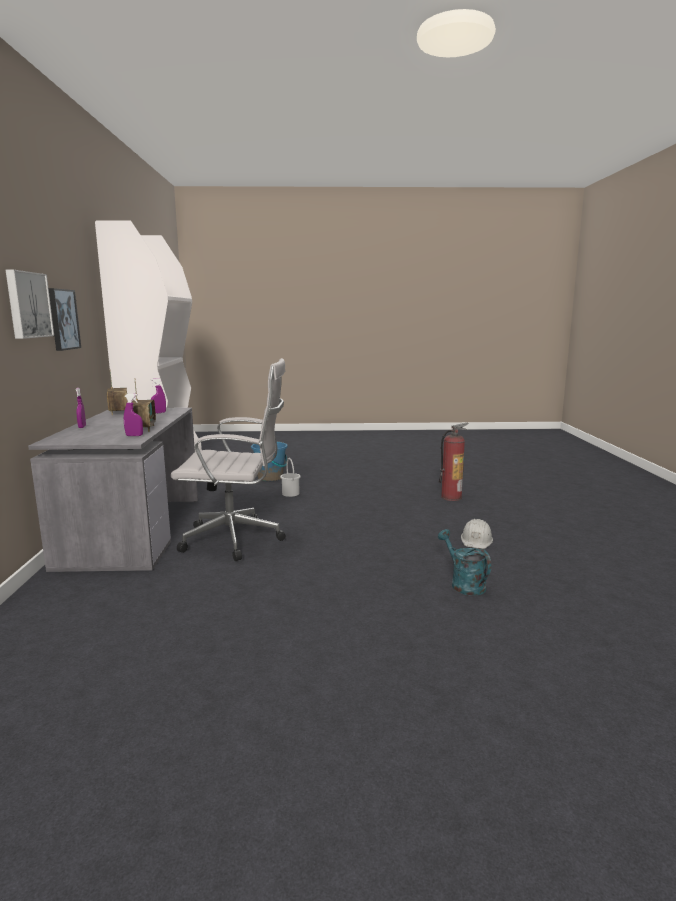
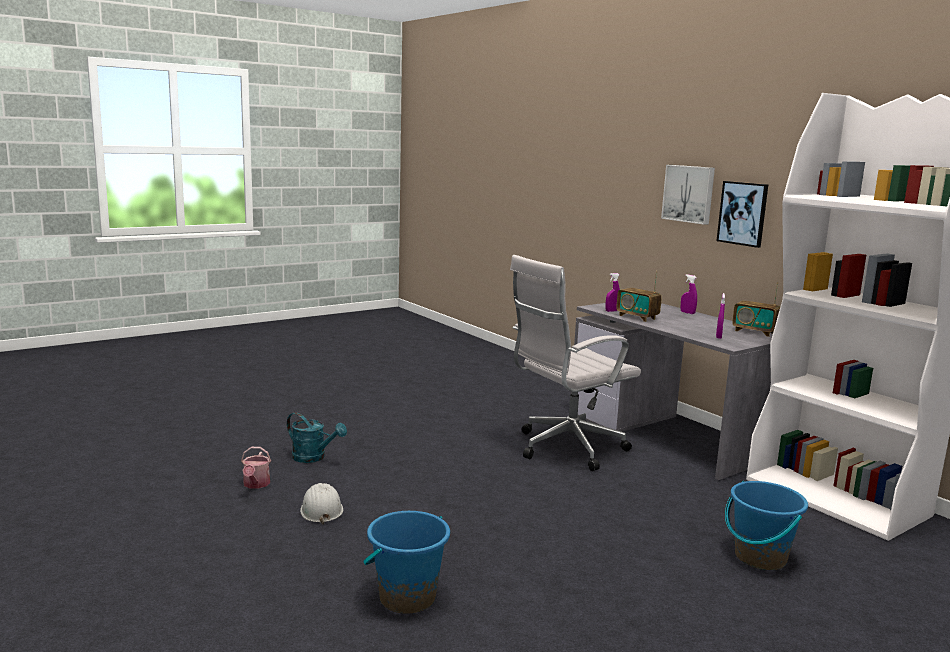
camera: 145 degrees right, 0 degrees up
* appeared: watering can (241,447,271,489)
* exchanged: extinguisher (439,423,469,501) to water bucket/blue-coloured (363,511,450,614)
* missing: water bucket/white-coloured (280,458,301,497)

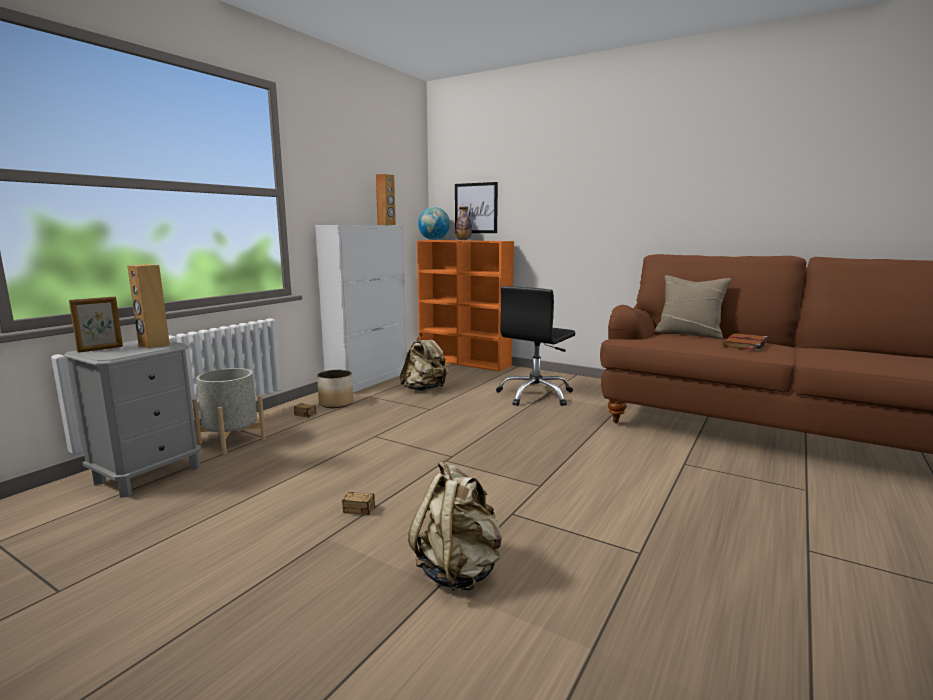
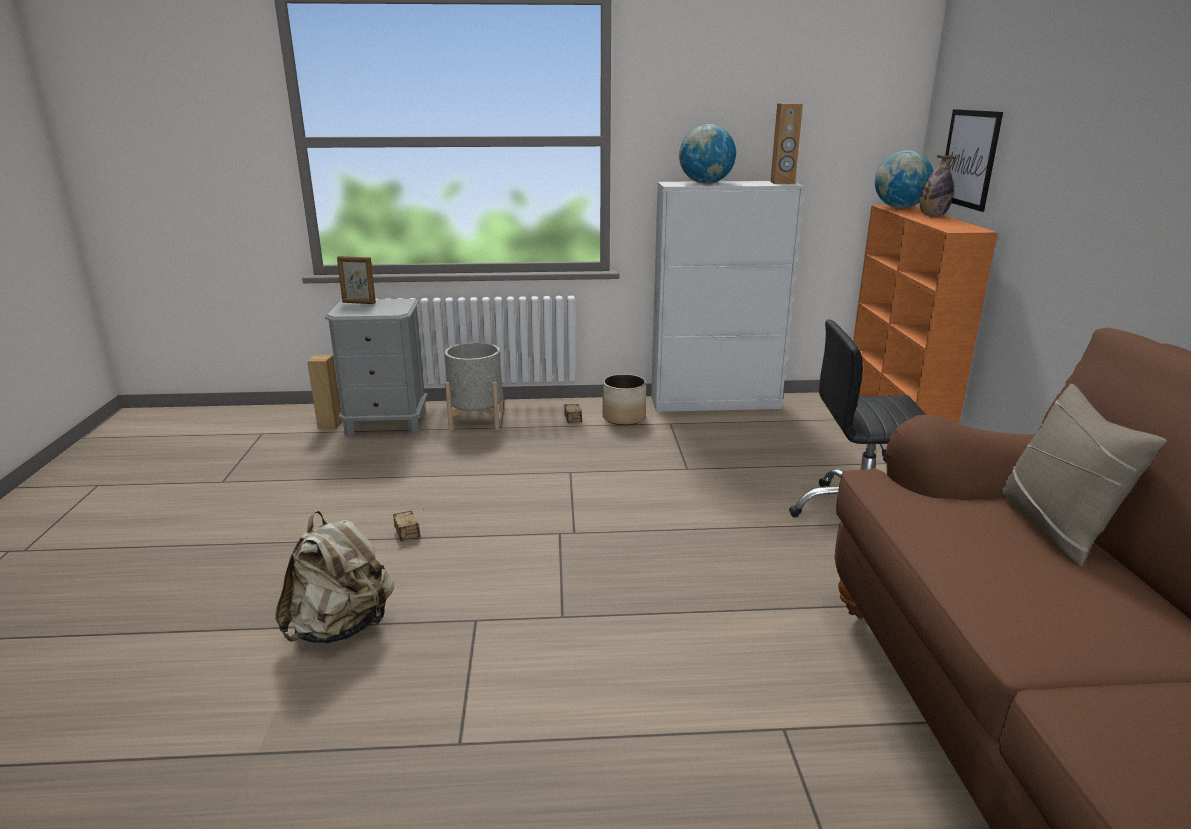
camera: 55 degrees right, 10 degrees up
* relocated: speaker/brownish (127,264,170,349) to (307,355,342,429)
* appeared: world globe (679,124,736,184)
* missing: knapsack/beige-coloured (400,333,449,390)
* missing: bound book/brownish (723,333,767,351)

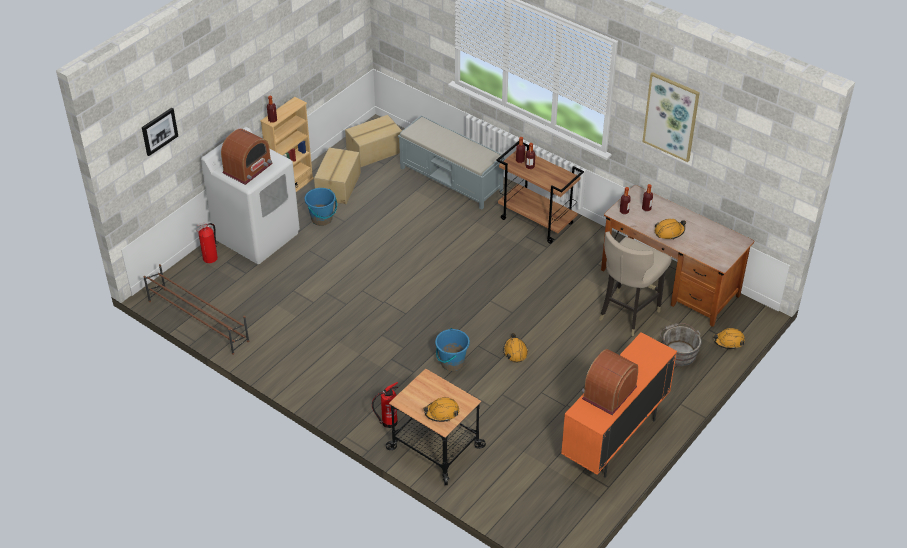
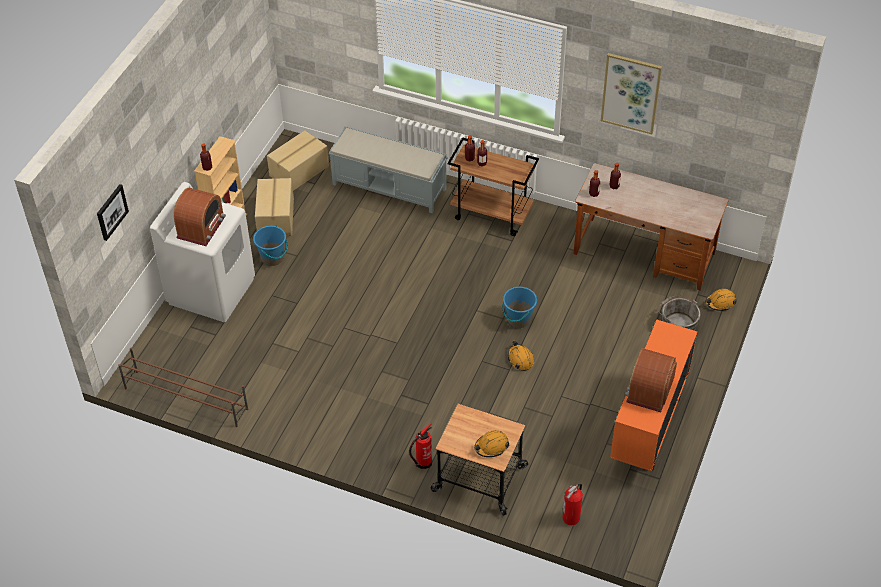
camera: 15 degrees left, 5 degrees up
* relocated: water bucket/blue-coloured (435,328,470,371) to (502,286,537,328)
* relocated: extinguisher (196,223,218,263) to (563,483,583,525)
* missing: sitting stool/beige-coloured (599,232,672,336)
* missing: safety helmet/orangey (655,219,686,240)

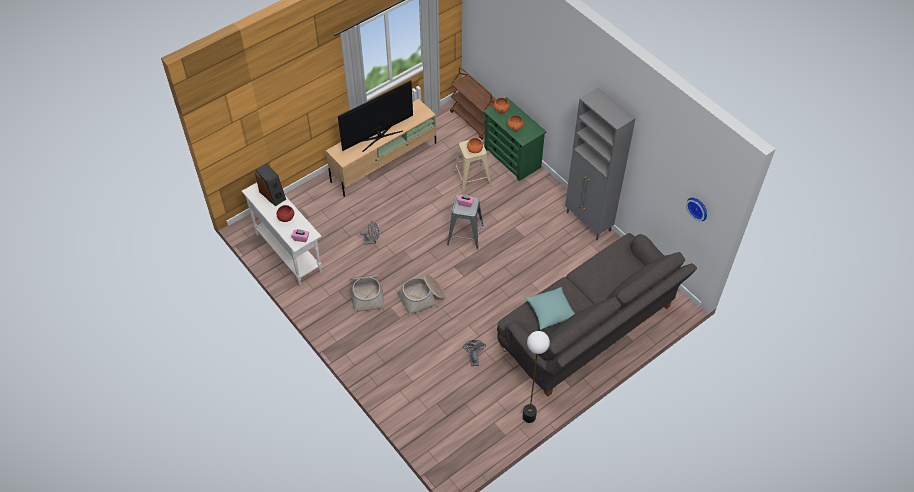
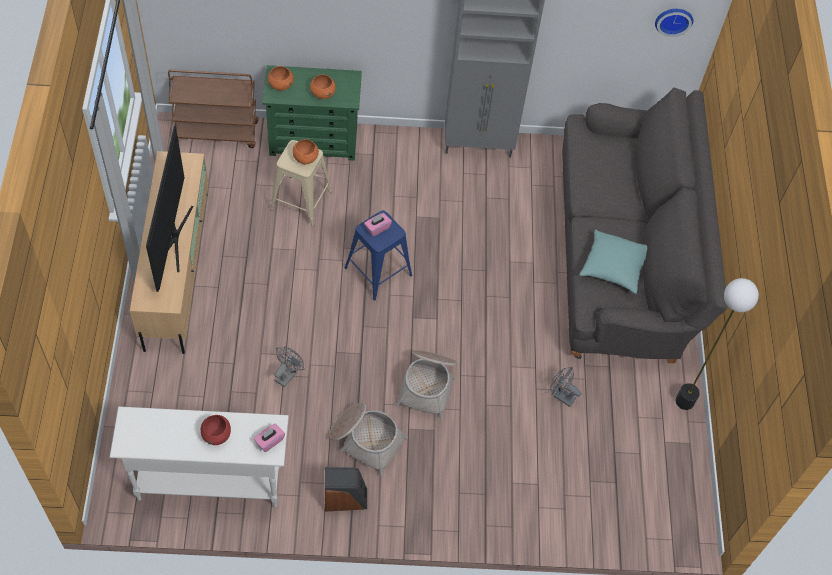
camera: 55 degrees left, 5 degrees up
* relocated: speaker (255,163,286,206) to (325,467,367,512)
* colour: sitting stool/greyish (447,195,483,250) to sitting stool/blue-coloured (345,211,412,301)

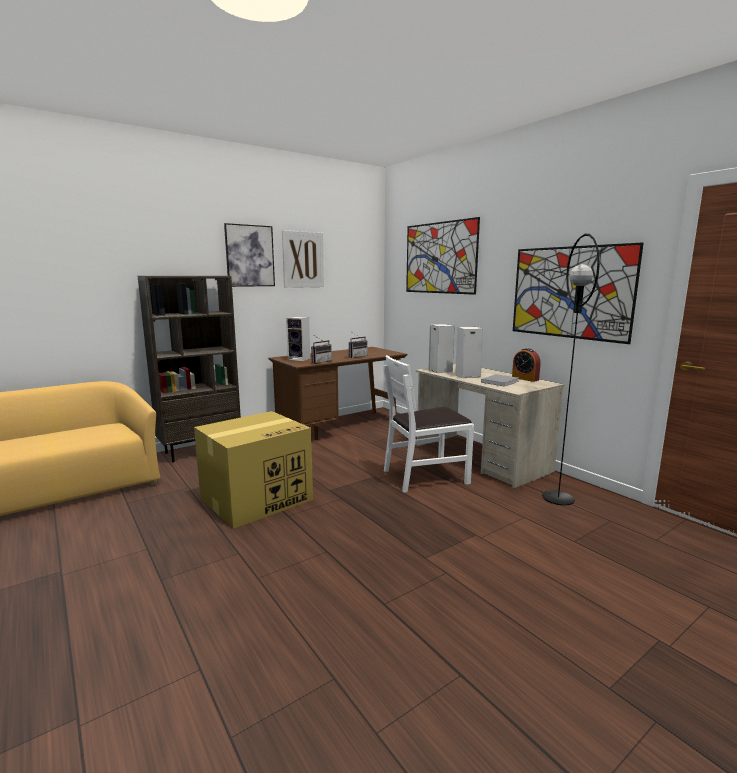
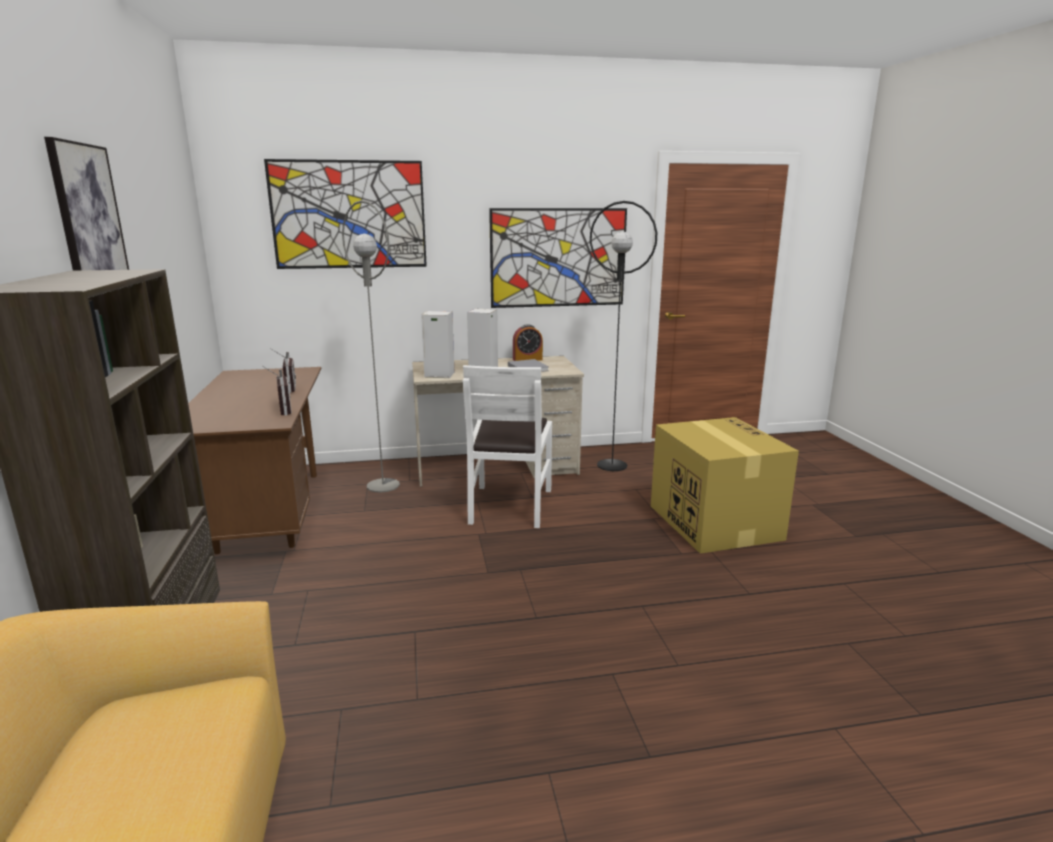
camera: 65 degrees left, 5 degrees up
* appeared: floor lamp/greyish (342,200,400,492)
* relocated: carton (194,411,313,529) to (651,417,799,554)
* missing: wall picture (282,230,324,288)
* missing: speaker (286,317,310,361)

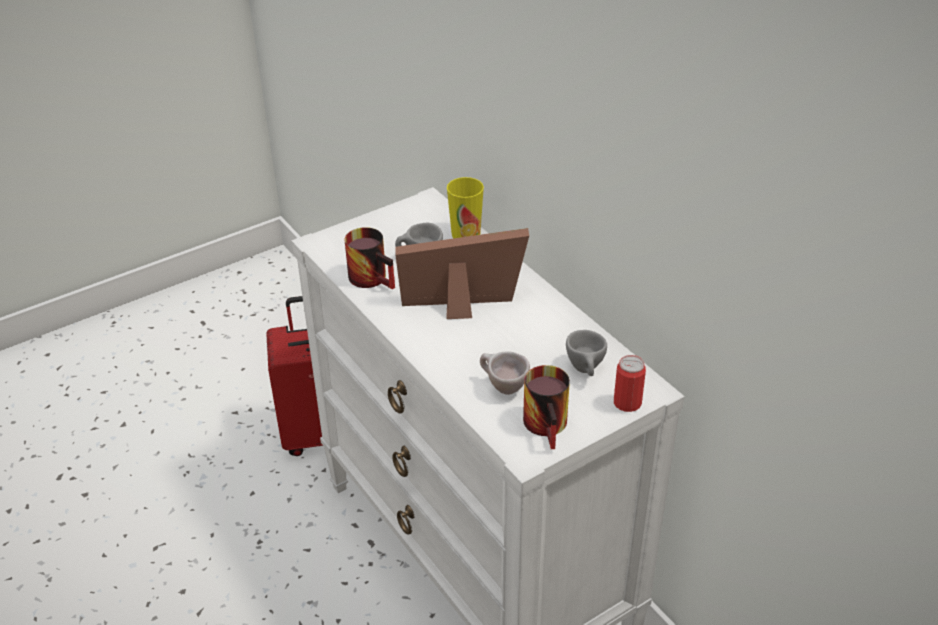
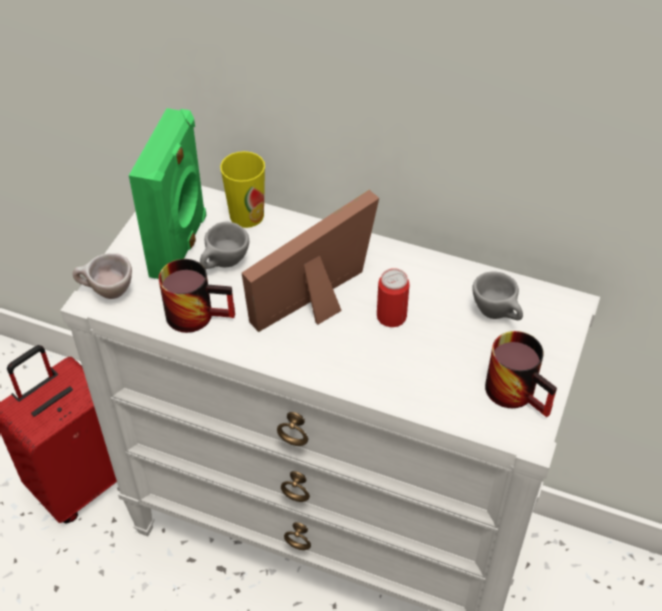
camera: 35 degrees left, 10 degrees up
* relocated: small cup/beige-coloured (480,351,530,395) to (73,253,132,299)
* appeared: speaker/green (129,108,206,279)
* relocated: can (614,355,646,412) to (377,268,410,327)

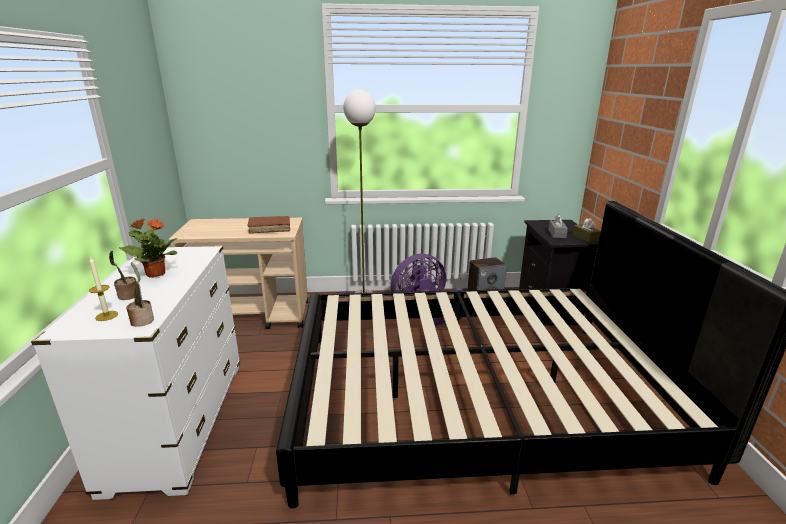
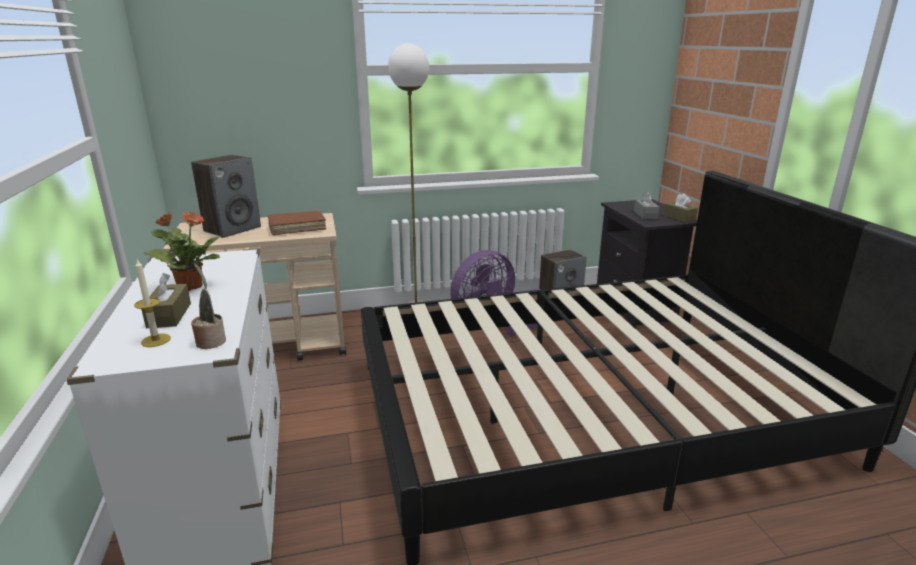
camera: 10 degrees left, 0 degrees up
* exchanged: potted plant (109,251,136,300) to tissue holder/brownish (141,273,191,328)
* appeared: speaker (191,155,261,238)

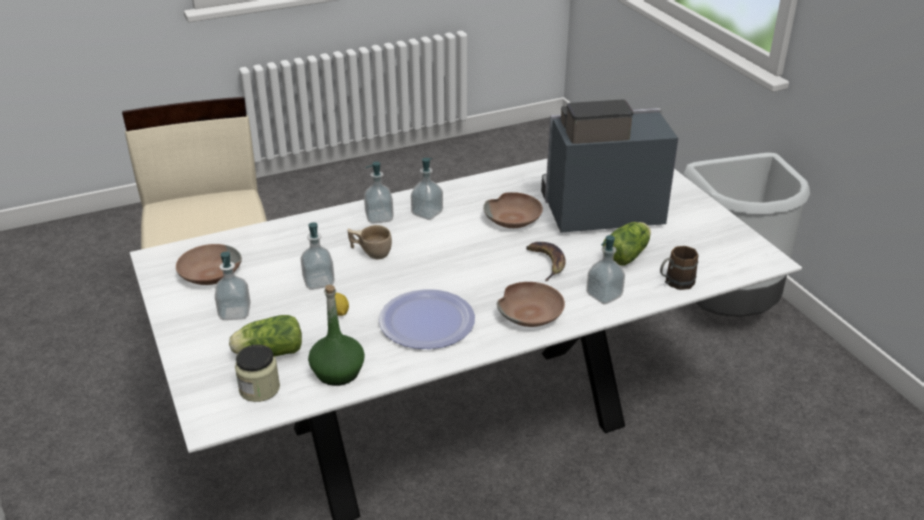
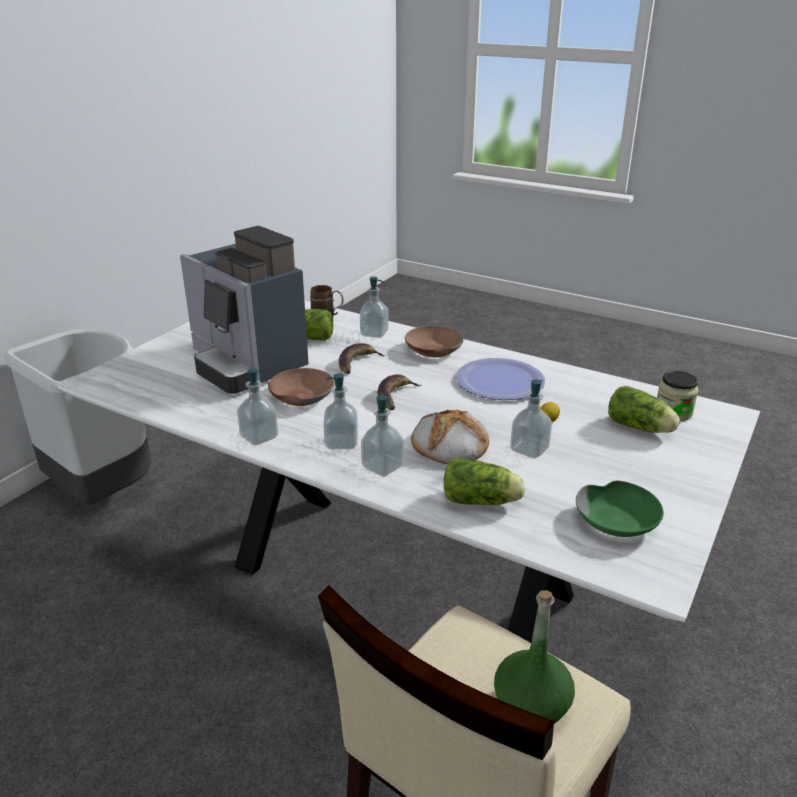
camera: 125 degrees left, 5 degrees down
* relocated: soap bottle (215,252,250,320) to (237,368,278,445)
* appeared: whole banana (377,374,421,410)
* exchanged: small cup/beige-coloured (347,225,392,260) to bread (411,409,489,464)
* appeared: lettuce head (444,458,526,505)
* relocated: beverage bottle/green (308,285,365,386) to (494,590,575,724)
* colour: bowl/brownish (176,244,242,285) to bowl/green (576,481,664,537)

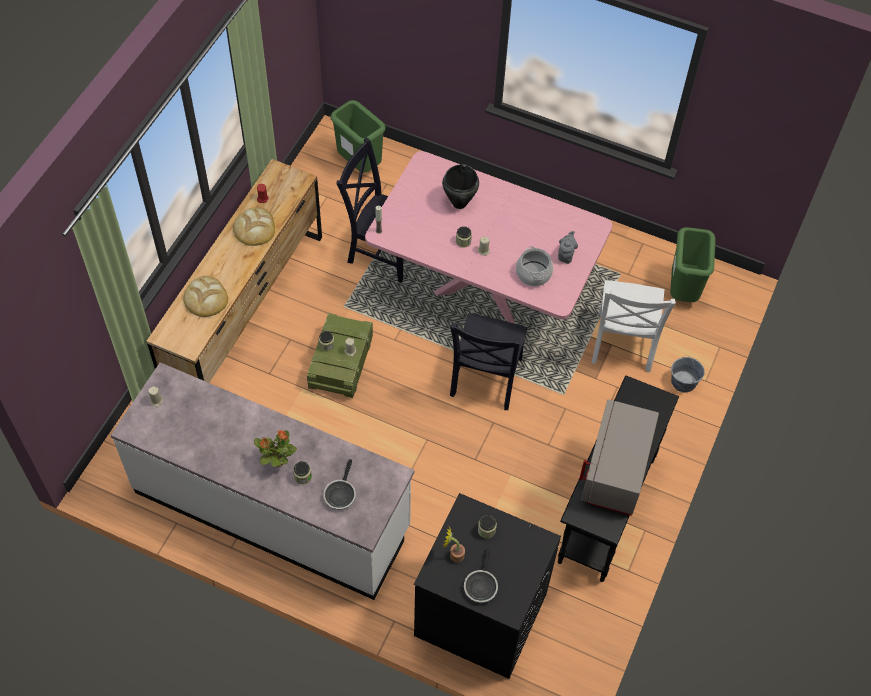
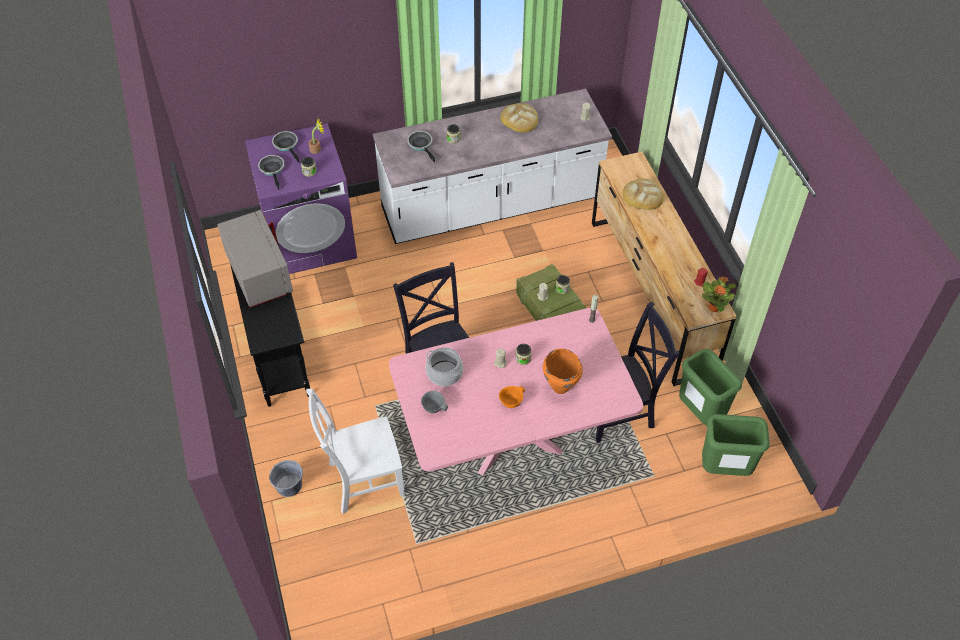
camera: 140 degrees right, 5 degrees down
* colour: washing machine/black-coloured (414,493,561,679) to washing machine/purple (245,124,357,274)
* appeared: pan (258,155,285,190)
* spun: plain chair/white-coloured (592,280,676,372) = (306,389,405,514) 75 degrees counterclockwise
* exchanged: teapot/greyish (558,231,578,264) to bowl/greyish (421,391,448,413)
* appeared: bowl/orangey (499,386,525,408)
* relocated: bread (233,207,275,246) to (500,103,538,133)
* colour: saucepot/black-coloured (442,164,479,209) to saucepot/orangey (543,349,583,394)
* relocated: trash can/green (670,227,716,302) to (679,349,742,425)
* relocated: potted plant (254,430,297,467) to (702,276,736,312)

